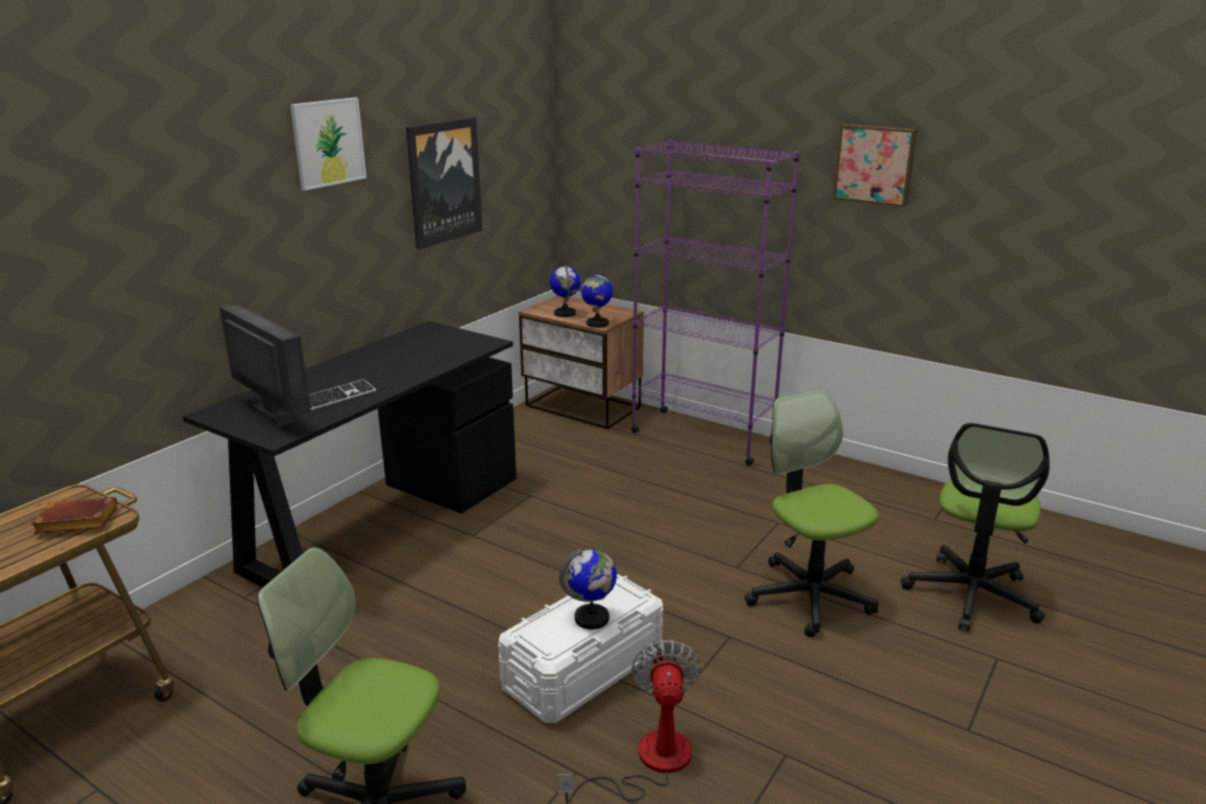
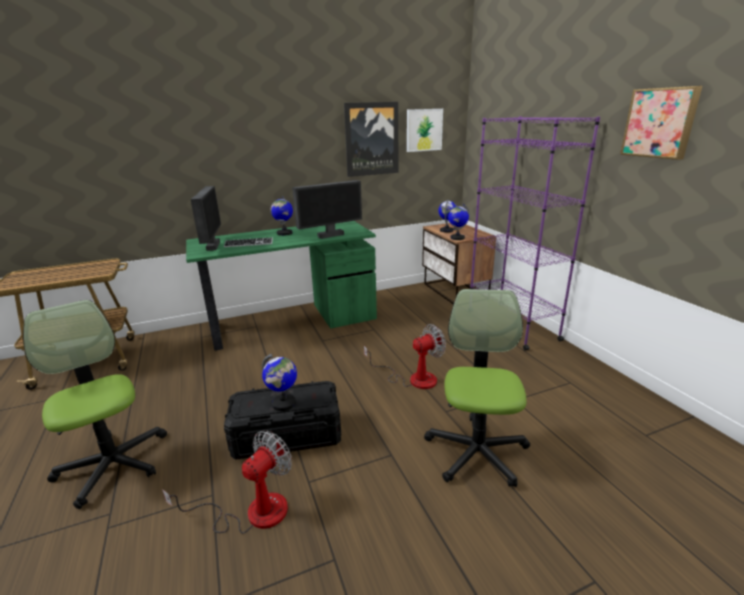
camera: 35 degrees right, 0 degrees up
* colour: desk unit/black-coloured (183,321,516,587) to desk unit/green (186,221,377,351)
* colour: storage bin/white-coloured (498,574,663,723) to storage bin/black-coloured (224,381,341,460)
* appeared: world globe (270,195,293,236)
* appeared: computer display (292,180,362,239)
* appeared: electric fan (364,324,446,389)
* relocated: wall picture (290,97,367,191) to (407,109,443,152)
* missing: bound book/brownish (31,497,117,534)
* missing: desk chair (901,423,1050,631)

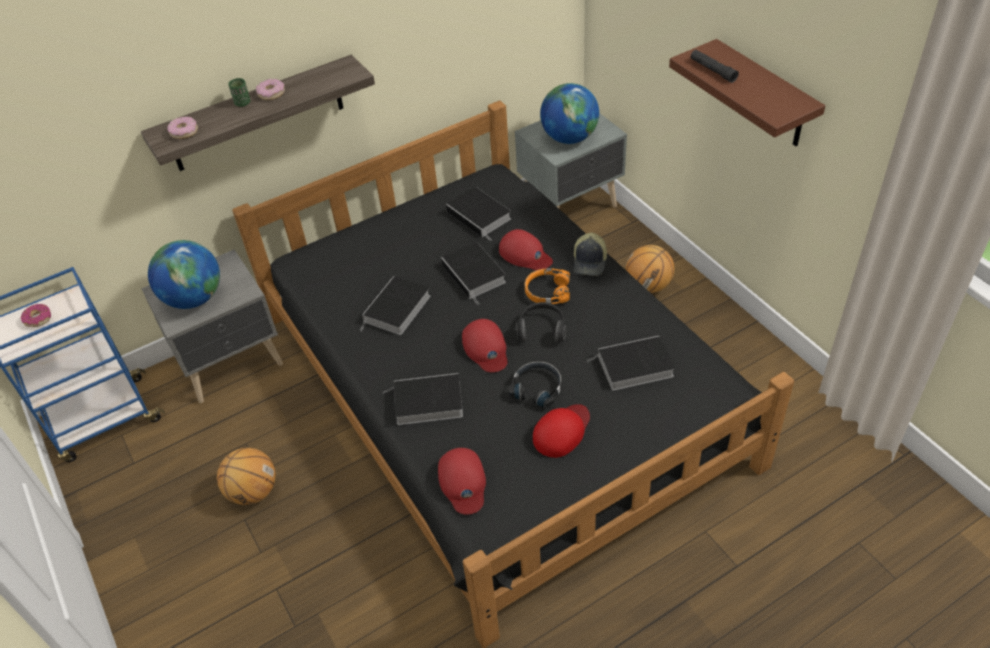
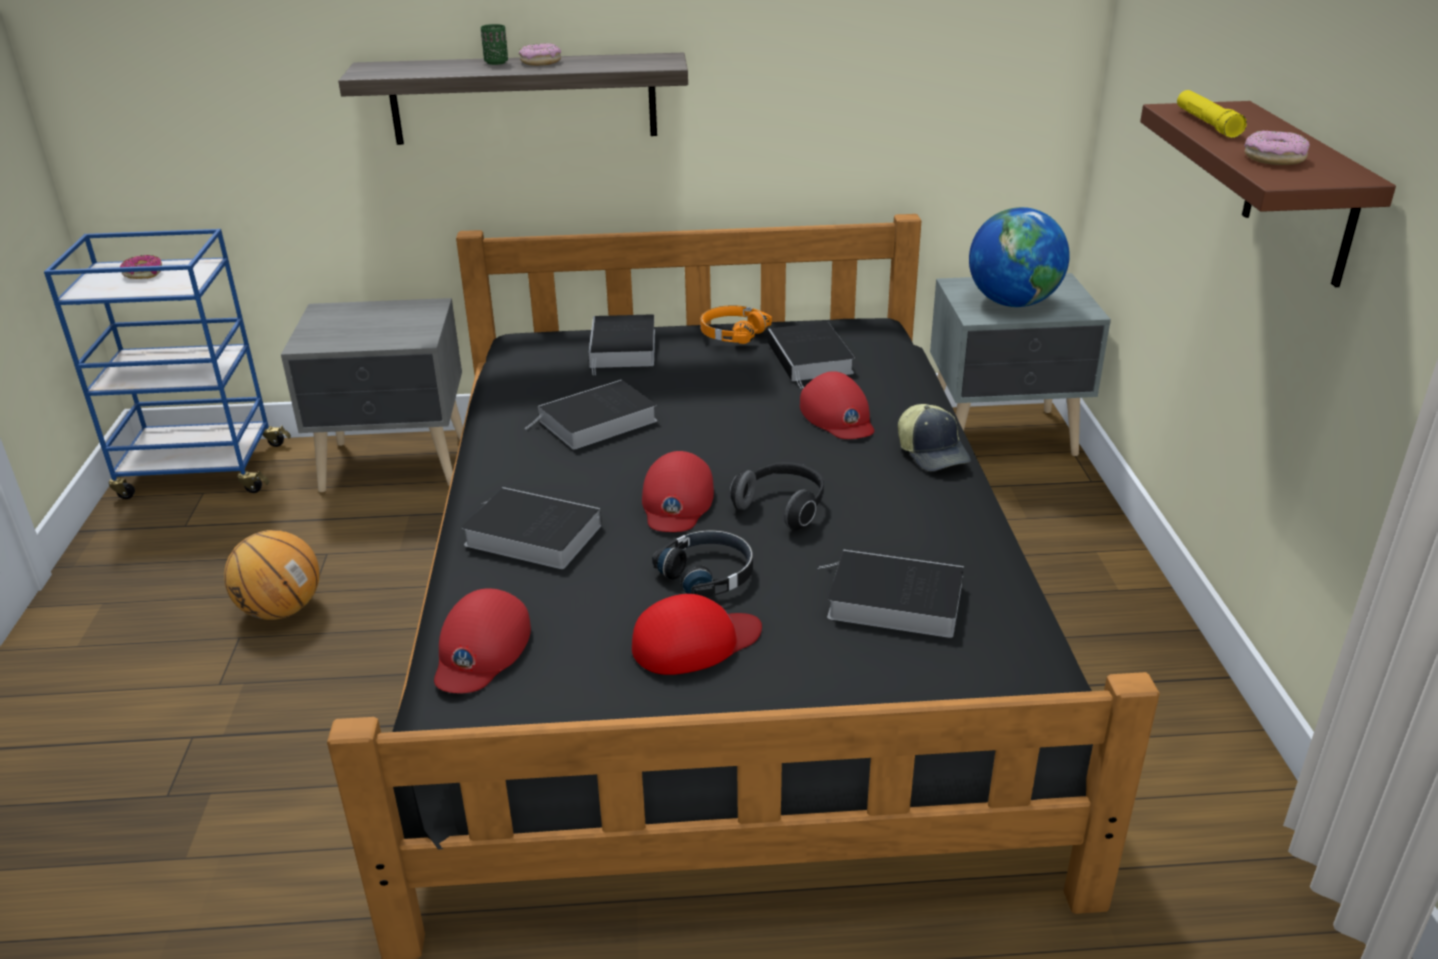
camera: 25 degrees right, 15 degrees down
* relocated: bound book (441,242,506,305) to (588,314,655,375)
* relocated: pair of headphones/orangey (525,268,570,304) to (701,305,772,344)
* spun: cap (574,233,607,276) = (898,404,971,472) 60 degrees counterclockwise
* colour: torch/black-coloured (691,50,739,83) to torch/yellow (1177,90,1247,138)
* relocated: donut (167,117,198,139) to (1244,130,1310,165)
* missing: world globe (148,240,220,309)
* missing: basketball ball (626,245,675,293)

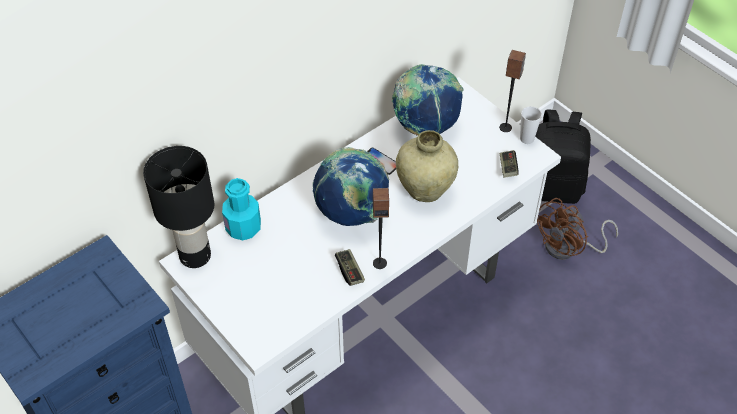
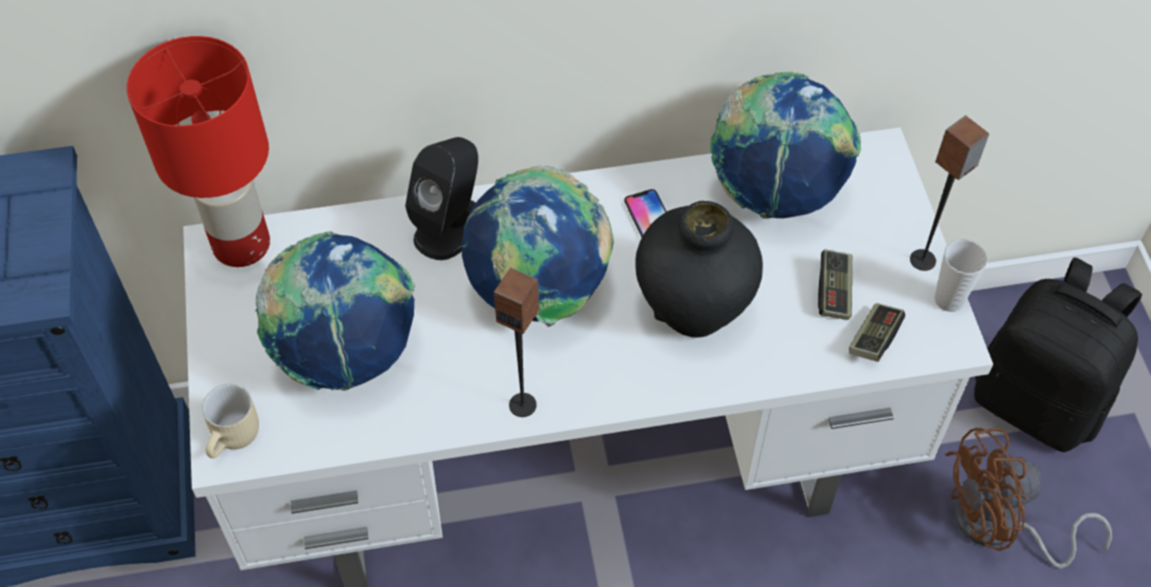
camera: 30 degrees right, 5 degrees up
* colour: lamp for a table/black-coloured (143,146,214,268) to lamp for a table/red (127,36,270,267)
* appeared: tea mug/beige-coloured (202,384,259,458)
* appeared: world globe (255,231,415,391)
* appeared: speaker/black-coloured (405,137,478,260)
* colour: flower vase/beige-coloured (396,130,458,202) to flower vase/black-coloured (635,201,763,337)
* relocated: game controller (335,249,365,286) to (818,249,852,320)
* missing: beverage bottle/turquoise (222,178,261,240)

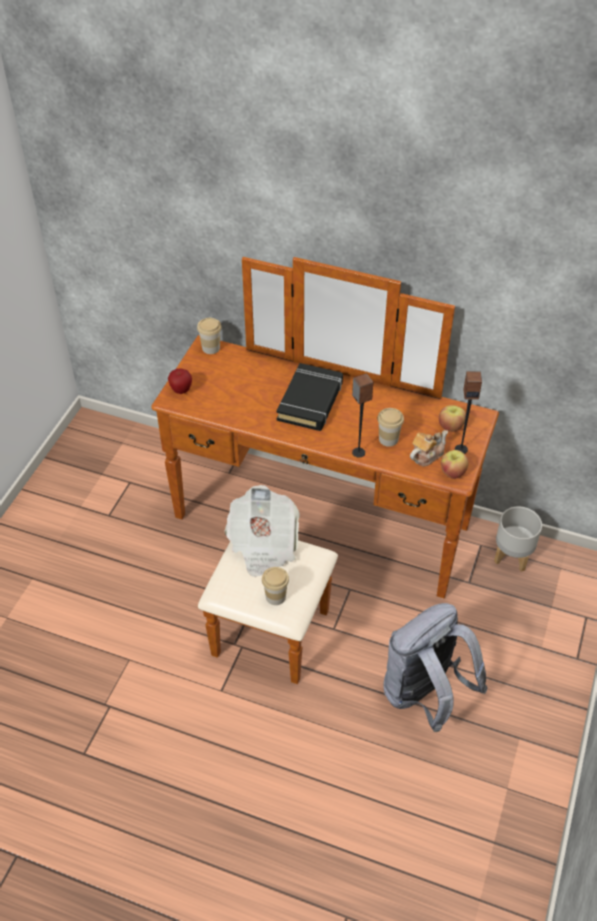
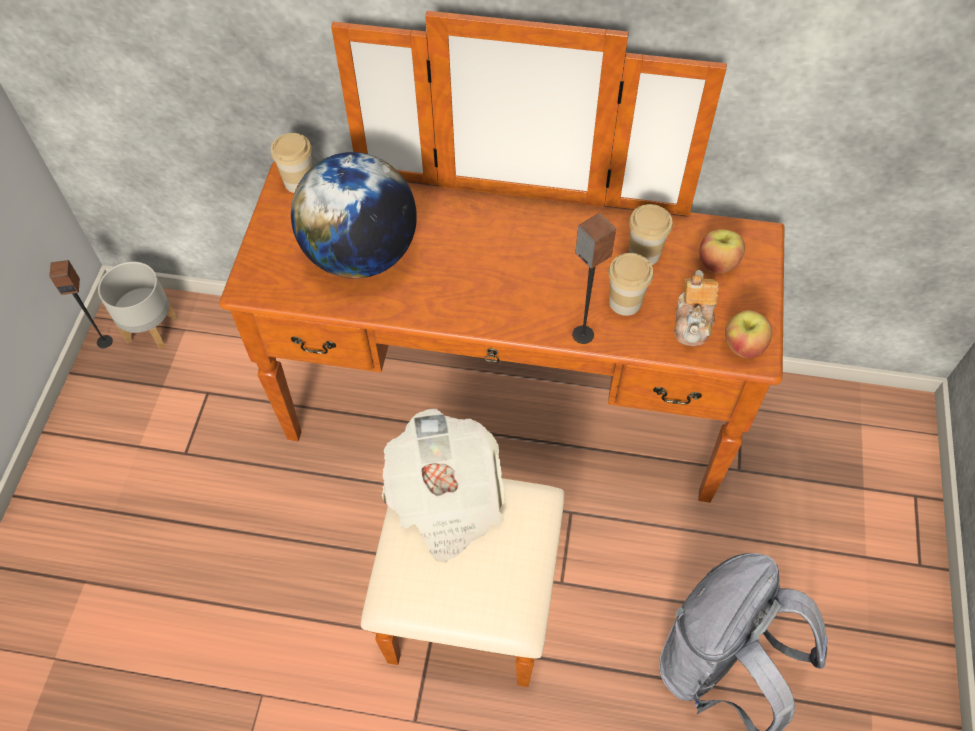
camera: 10 degrees left, 10 degrees up
* relocated: speaker (455,371,482,454) to (49,260,113,348)
* relocated: plant pot/greyish (494,506,542,572) to (98,262,177,349)
* appeared: world globe (291,152,417,279)
* relocated: small cup (262,567,289,605) to (629,204,673,265)
* spun: teapot (410,430,448,466) = (674,270,719,346) 150 degrees clockwise
* missing: whole apple (168,369,192,394)
* missing: bound book/black-coloured (276,363,343,431)

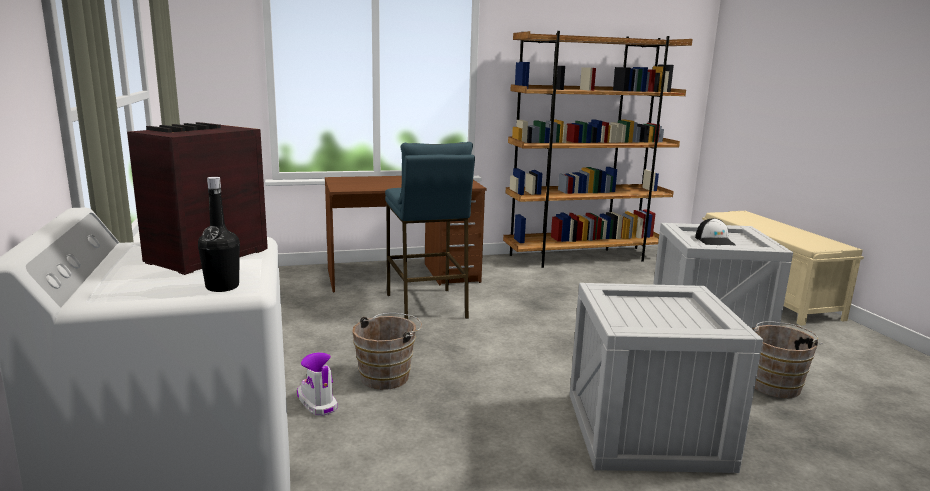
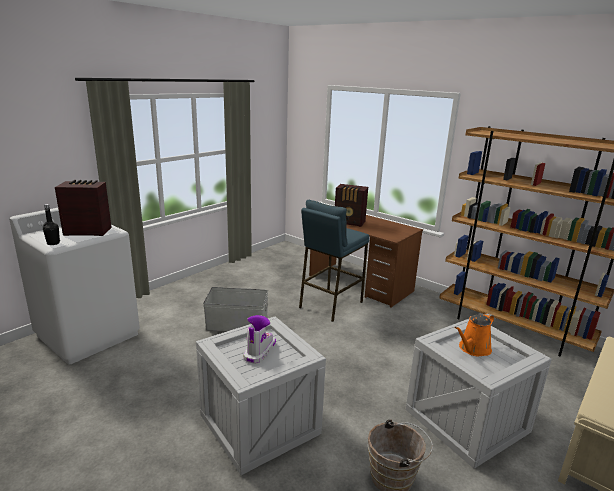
camera: 55 degrees right, 5 degrees up
* exchanged: water bucket/brownish (352,313,422,390) to storage bin/greyish (203,287,268,331)
* relocated: boot (297,353,337,416) to (244,315,276,364)
* appeared: radio (335,184,368,227)
* exchanged: cap (695,218,736,246) to watering can/orangey (455,313,494,356)

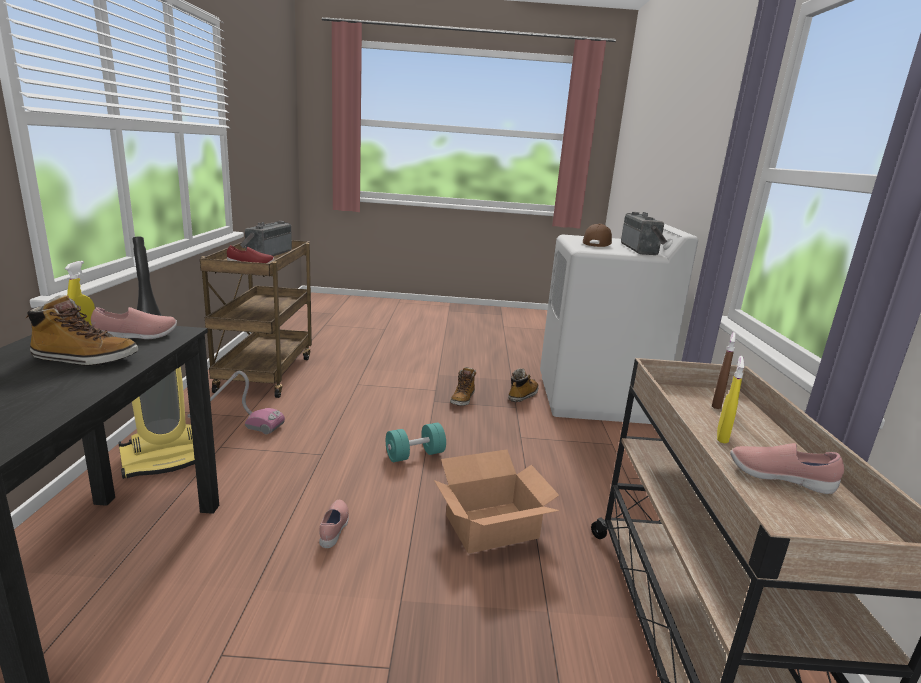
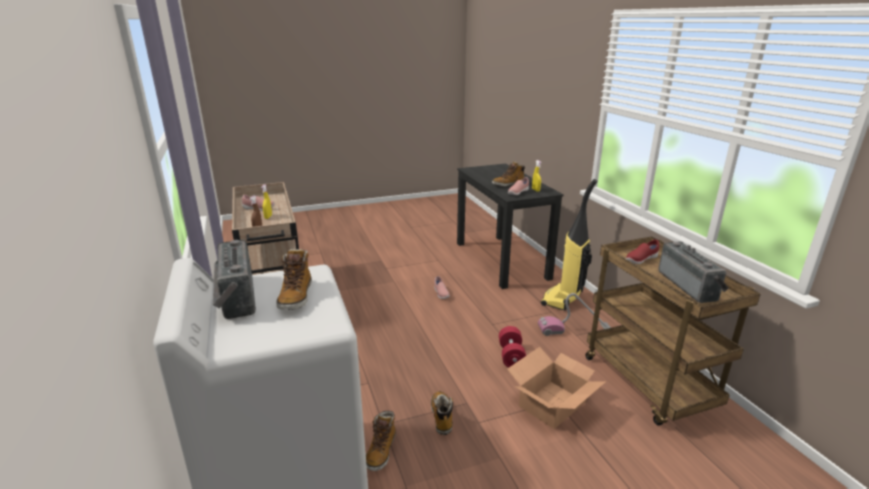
camera: 160 degrees right, 5 degrees up
* exchanged: cap/brownish (583,224,612,247) to boot (276,249,312,310)
* appeared: free weight/red (499,326,526,368)
* relocated: carton (434,450,560,554) to (507,347,606,429)
* missing: free weight/turquoise (386,423,446,462)

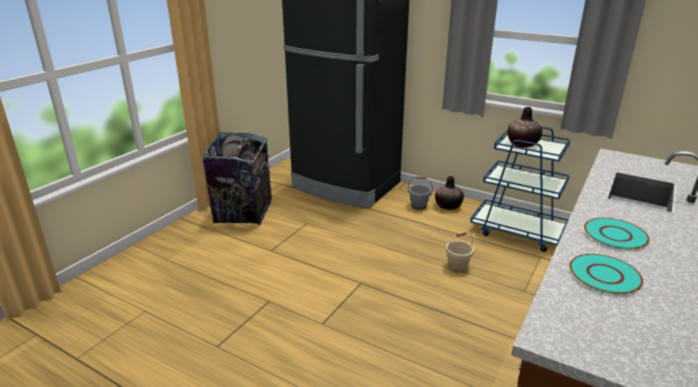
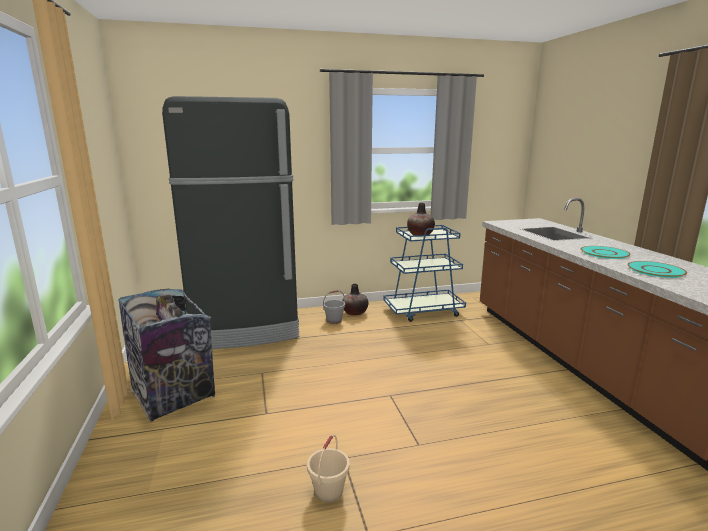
camera: 45 degrees left, 10 degrees down
* relocated: water bucket/beige-coloured (446,232,474,273) to (307,435,350,503)

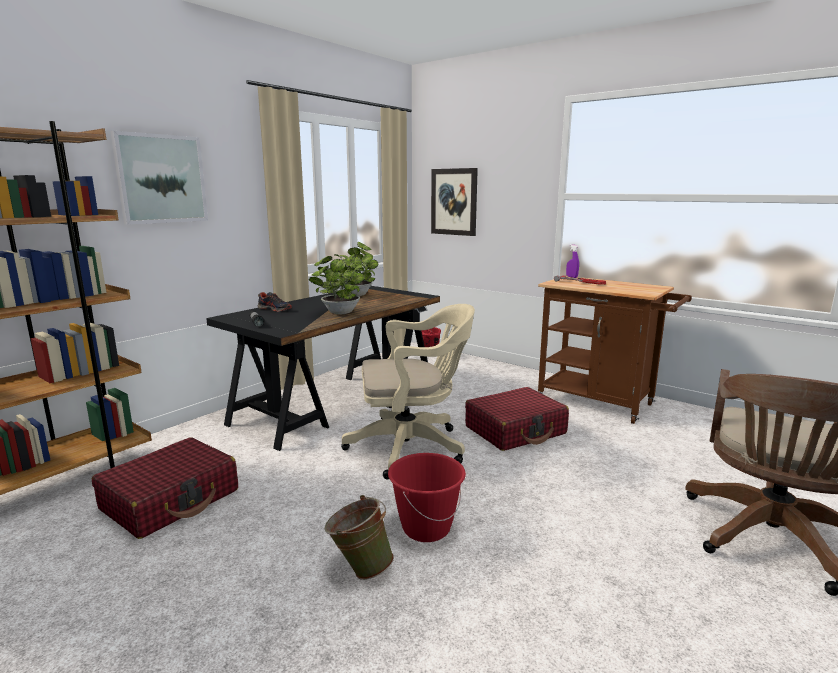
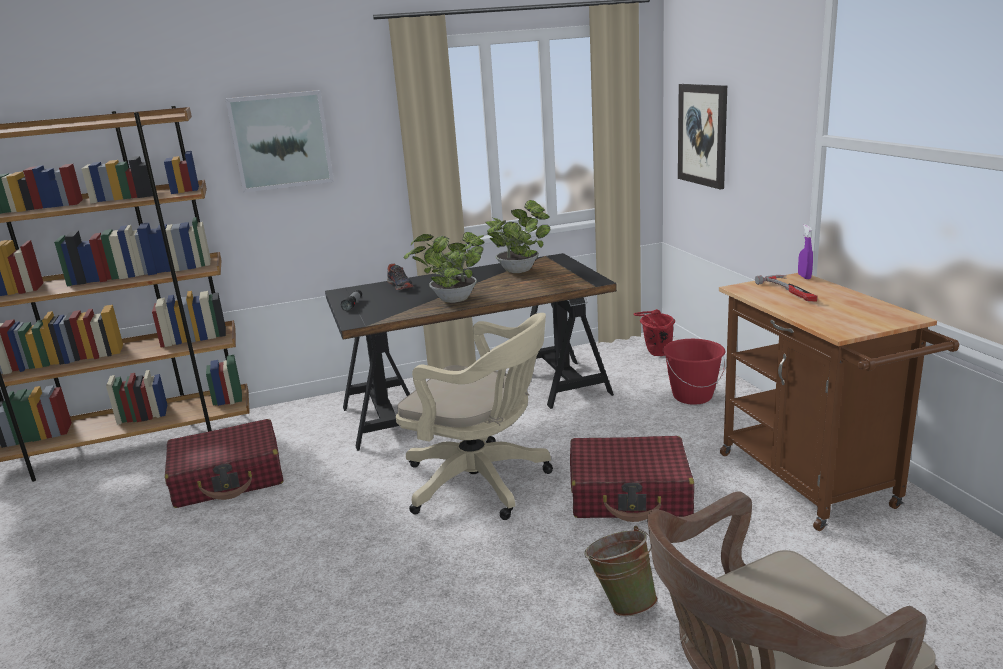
camera: 35 degrees right, 5 degrees up
* relocated: water bucket/green (325,495,394,580) to (584,526,658,617)
* relocated: water bucket/red (388,453,466,542) to (662,339,726,405)

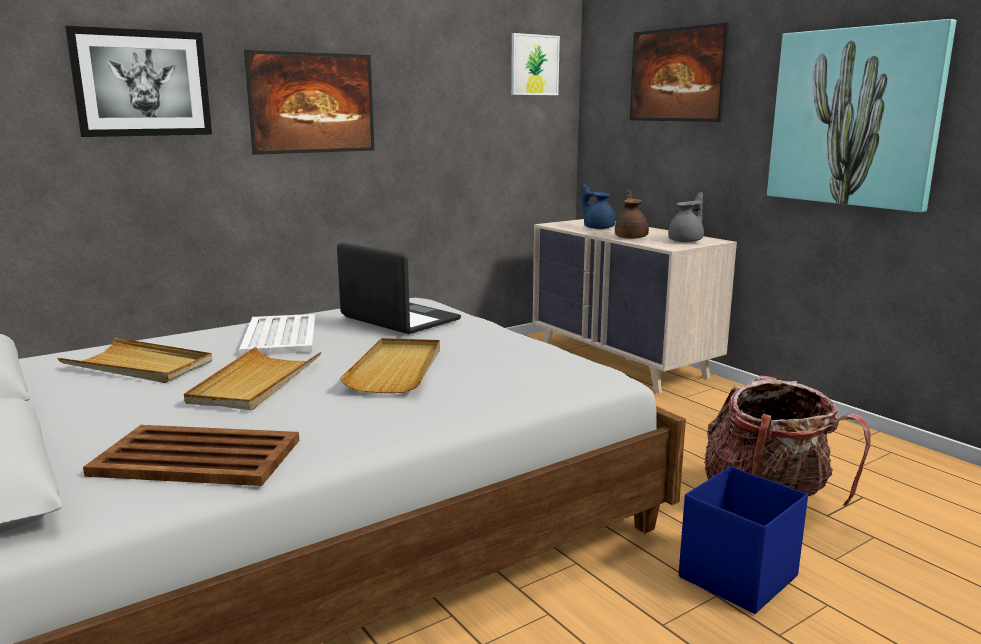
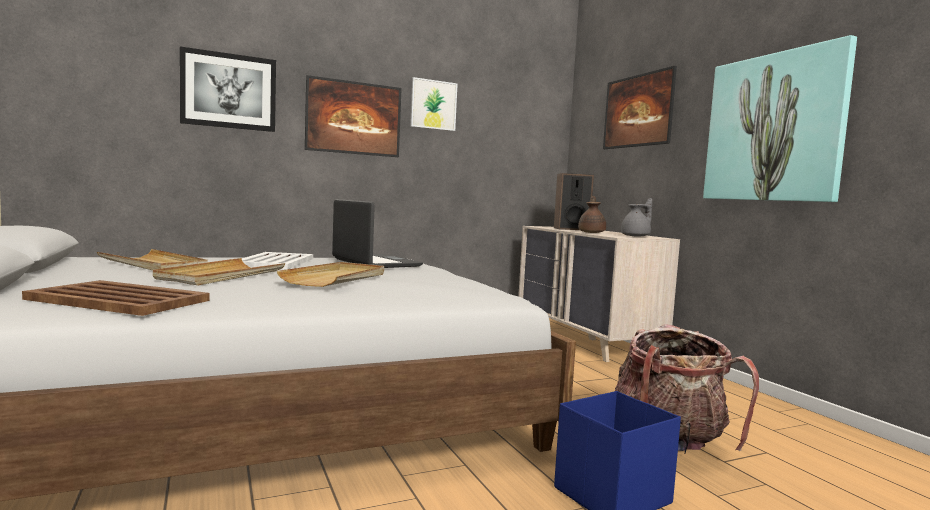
camera: 10 degrees right, 10 degrees down
* relocated: wall picture (511,33,560,95) to (410,77,458,131)
* exchanged: teapot/blue-coloured (582,184,616,229) to speaker (554,173,594,230)

